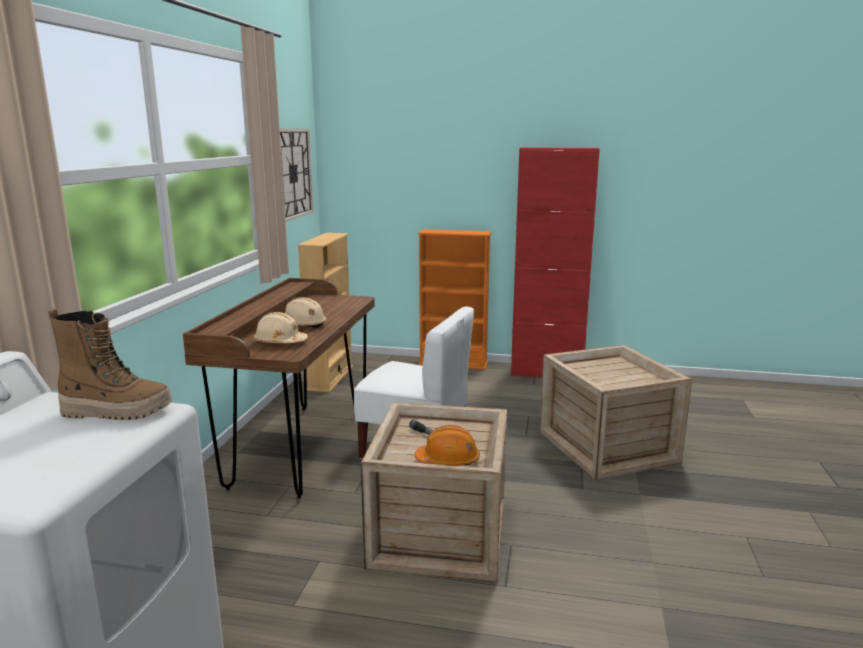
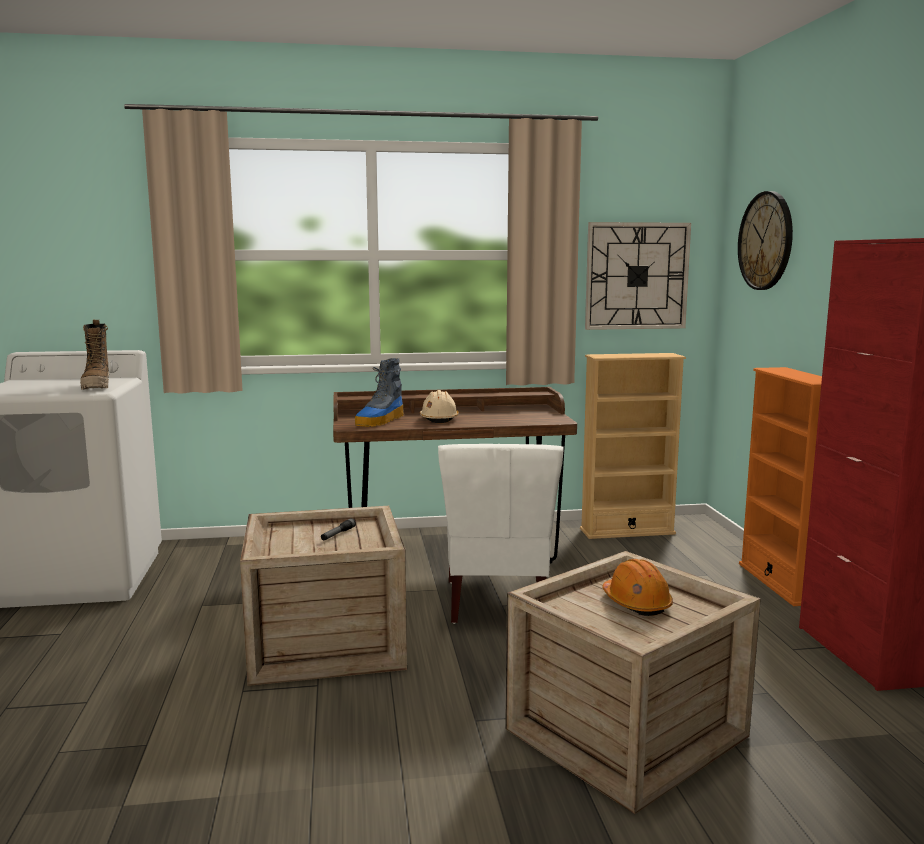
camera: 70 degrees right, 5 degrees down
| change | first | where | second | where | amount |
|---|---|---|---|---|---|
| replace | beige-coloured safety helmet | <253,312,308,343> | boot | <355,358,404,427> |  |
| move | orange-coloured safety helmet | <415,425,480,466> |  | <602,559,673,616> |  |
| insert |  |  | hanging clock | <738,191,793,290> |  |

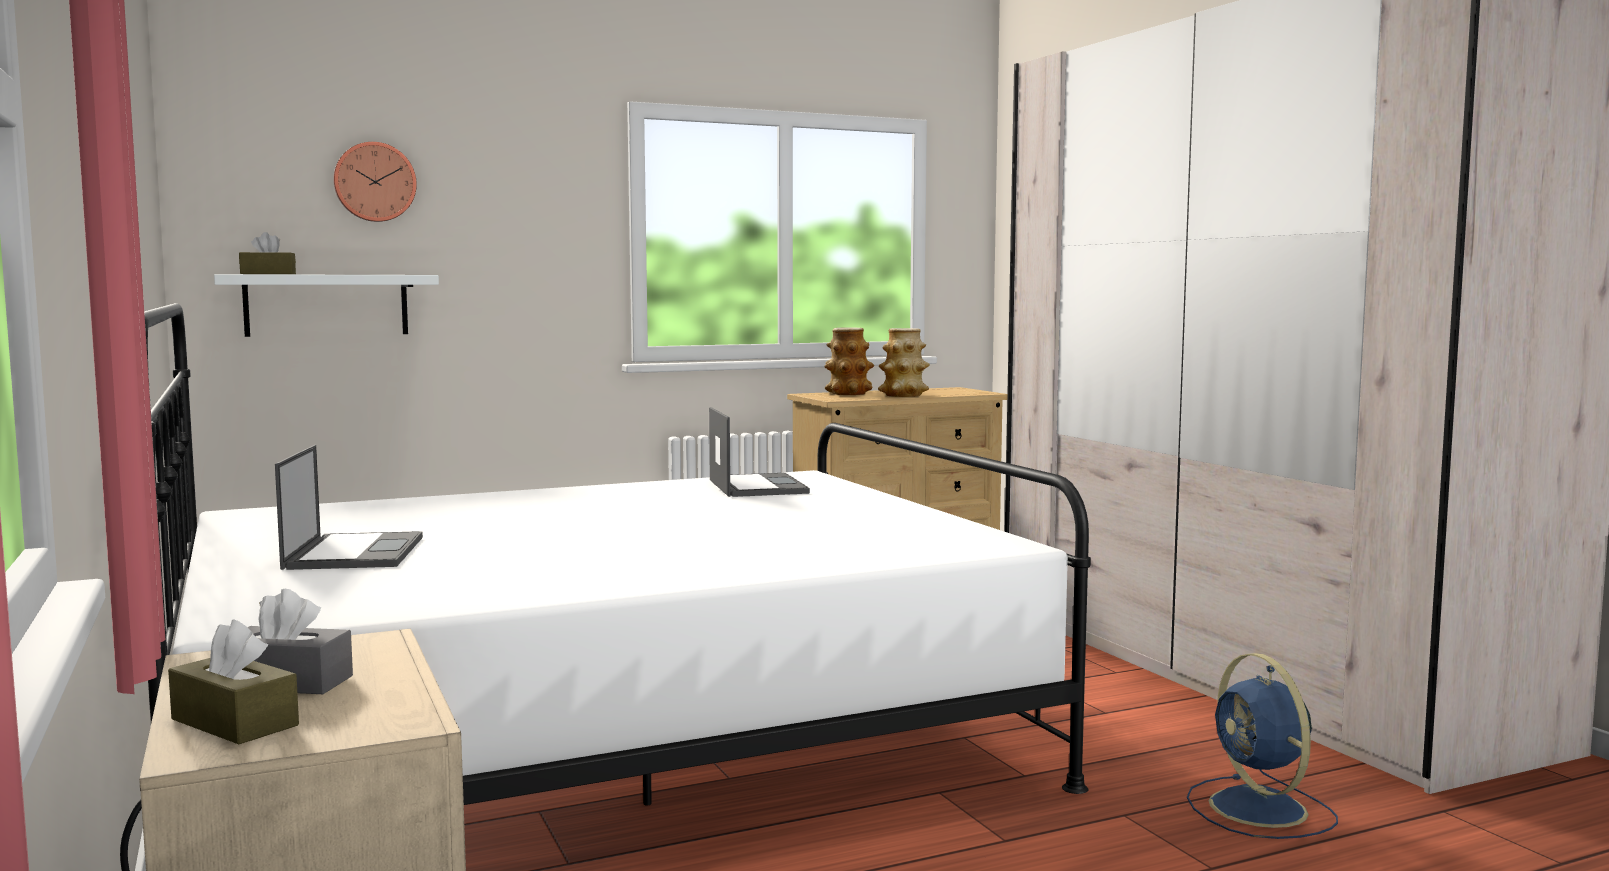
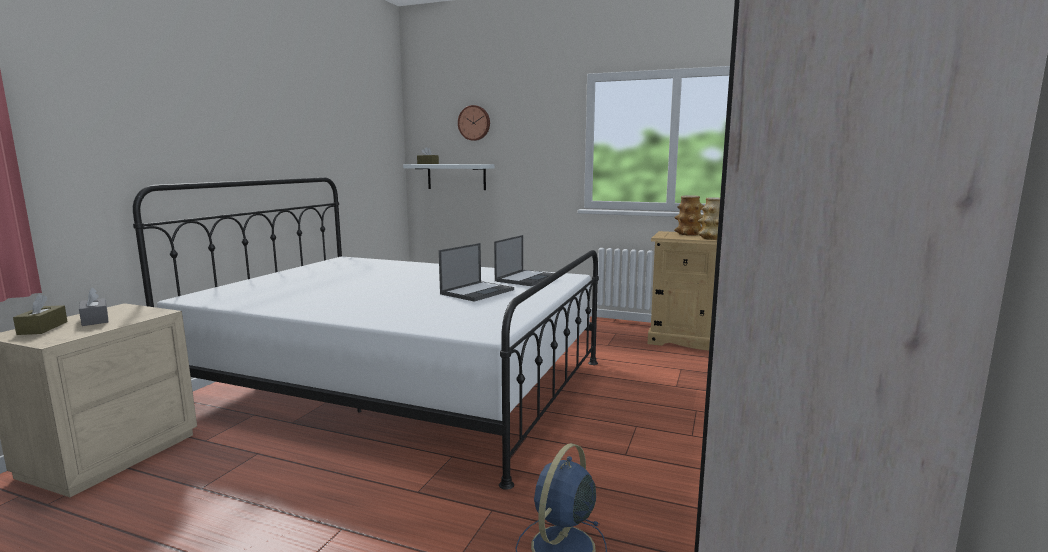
camera: 45 degrees right, 5 degrees up
| change | first | where | second | where | amount |
|---|---|---|---|---|---|
| move | portable computer | <275,445,423,570> |  | <439,243,514,302> |  |

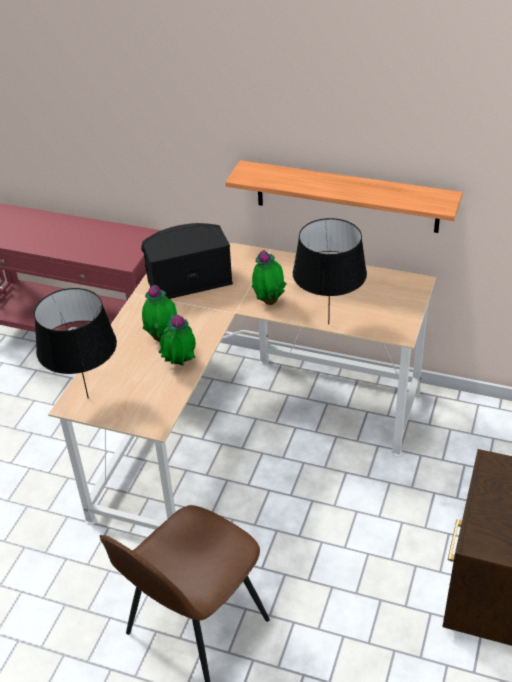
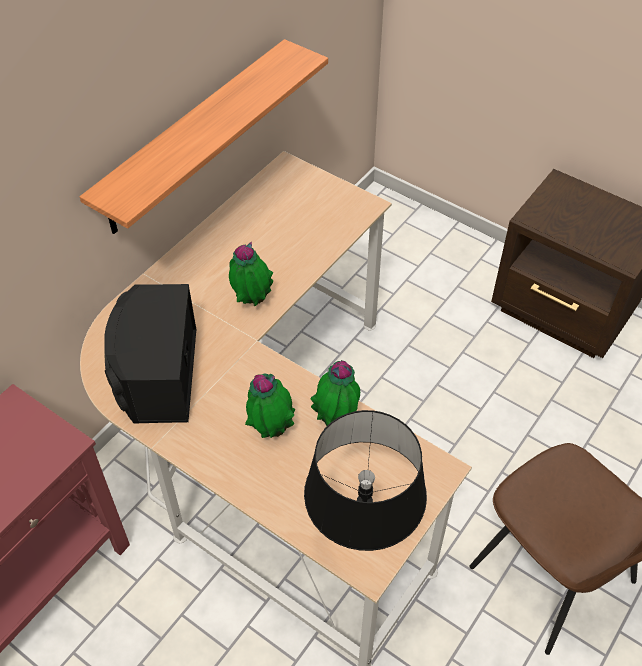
camera: 75 degrees left, 10 degrees up
| change | first | where | second | where | amount |
|---|---|---|---|---|---|
| delete | black tabletop lamp | <293,218,367,324> |  |  |  |

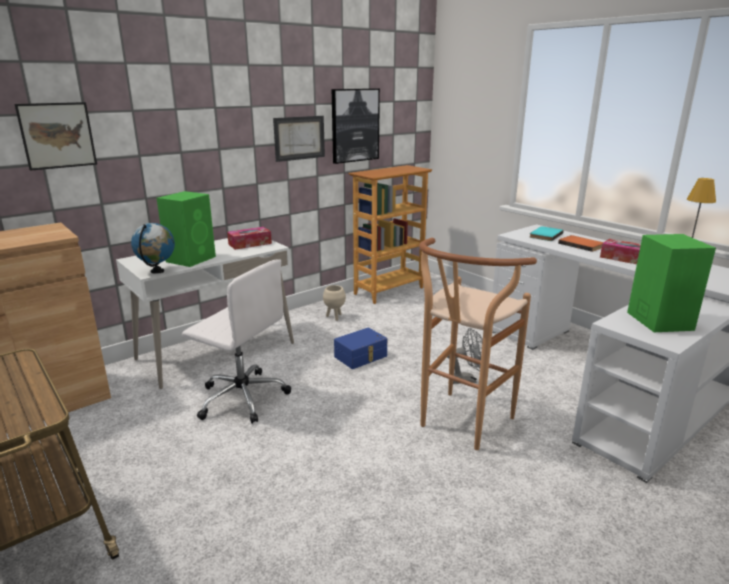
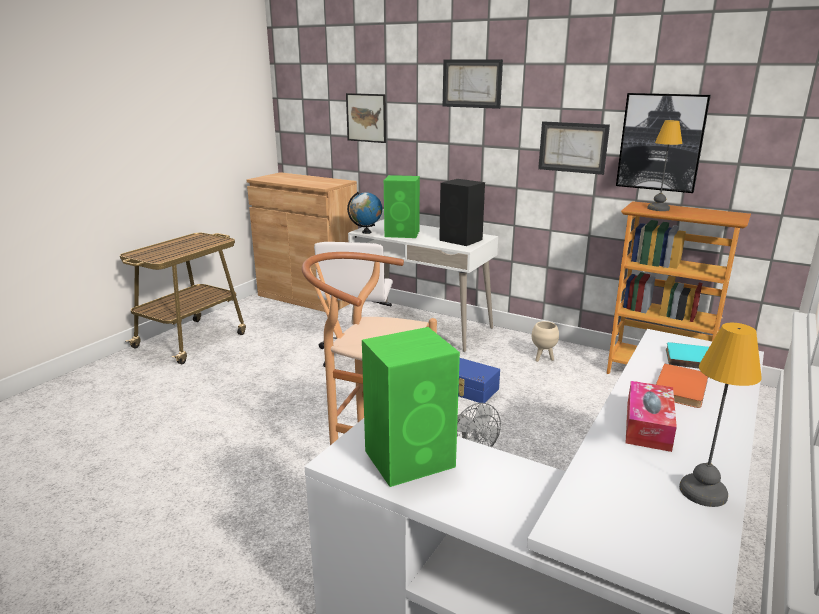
camera: 70 degrees right, 0 degrees up
| change | first | where | second | where | amount |
|---|---|---|---|---|---|
| replace | box of tissues | <227,227,272,250> | black speaker | <439,179,485,246> |  |
| insert |  |  | wall art | <443,59,503,109> |  |
| insert |  |  | tabletop lamp | <647,120,682,211> |  |

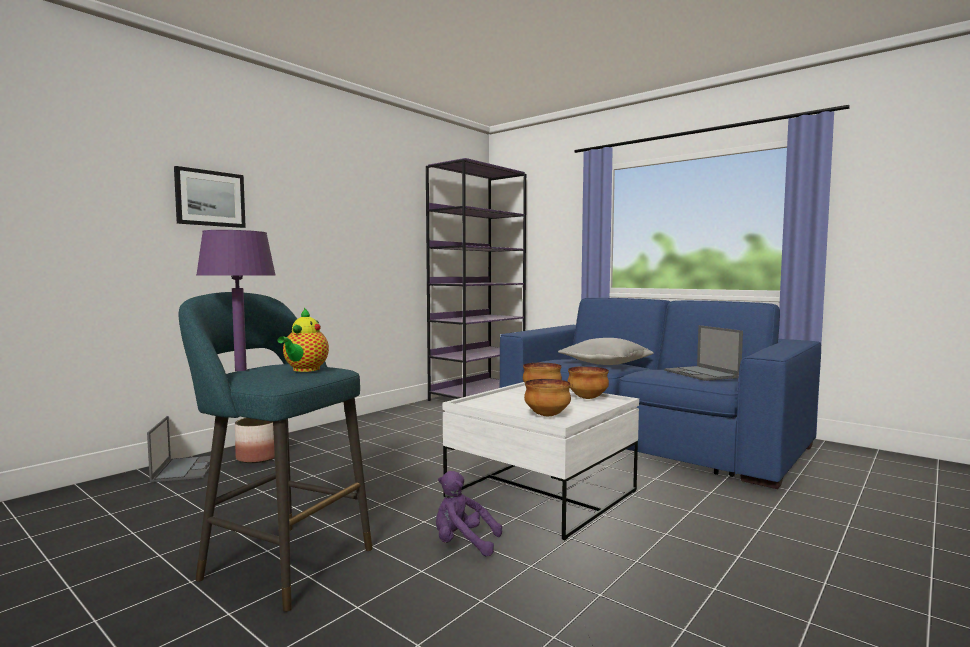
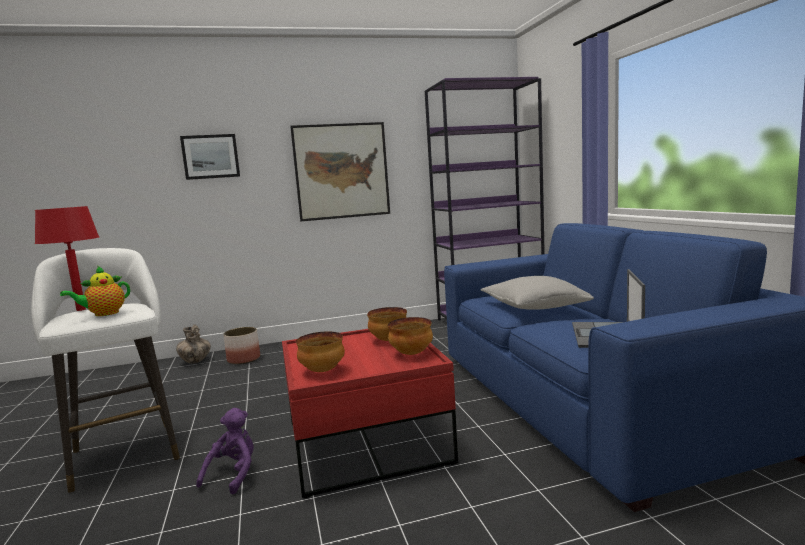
camera: 35 degrees right, 5 degrees up
| change | first | where | second | where | amount |
|---|---|---|---|---|---|
| recolor | turquoise sitting stool | <179,292,372,612> | white-coloured sitting stool | <31,248,180,493> |  |
| recolor | purplish tabletop lamp | <196,230,276,371> | reddish tabletop lamp | <35,206,99,311> |  |
| replace | portable computer | <147,416,211,483> | vase | <176,324,211,363> |  |
| rotate | purplish soft toy | <436,471,502,556> |  | <196,408,254,495> | 60 degrees clockwise |
| recolor | white-coloured low table | <443,382,639,541> | reddish low table | <282,329,458,498> |  |
| insert |  |  | wall art | <290,122,390,221> |  |

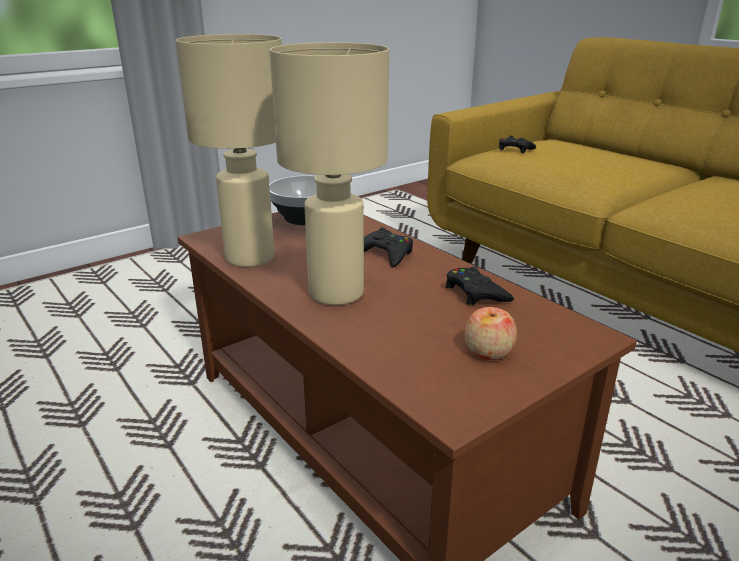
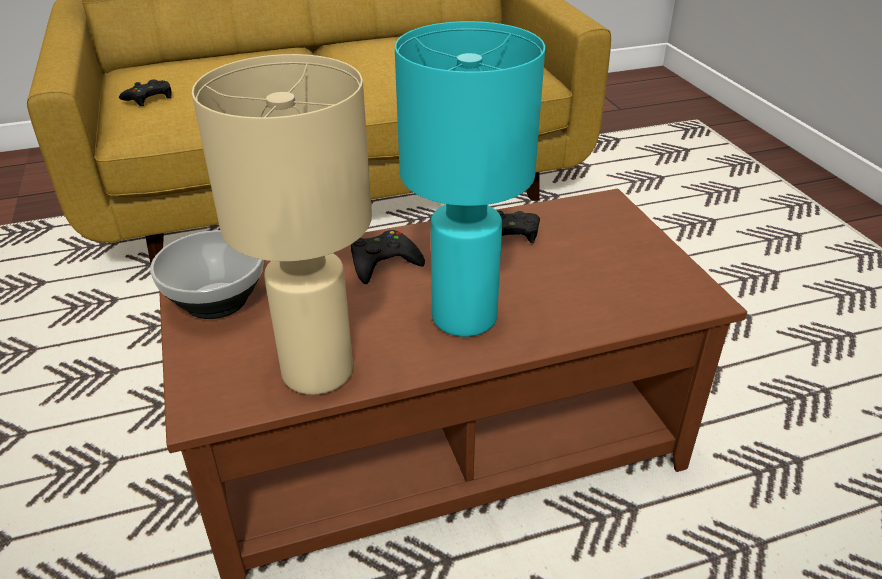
camera: 70 degrees left, 10 degrees up
| change | first | where | second | where | amount |
|---|---|---|---|---|---|
| recolor | beige-coloured tabletop lamp | <270,42,389,305> | turquoise tabletop lamp | <395,21,545,337> |  |
| delete | apple | <465,307,517,360> |  |  |  |

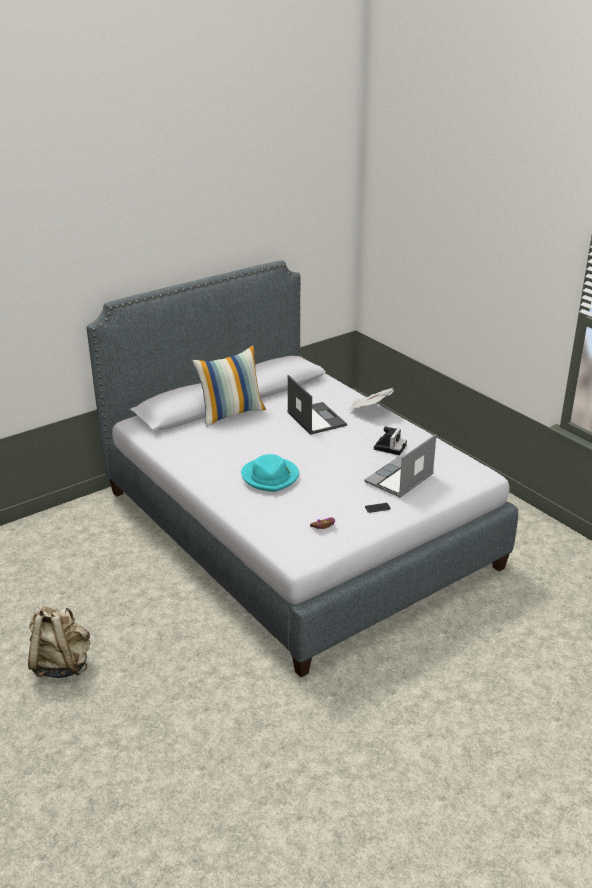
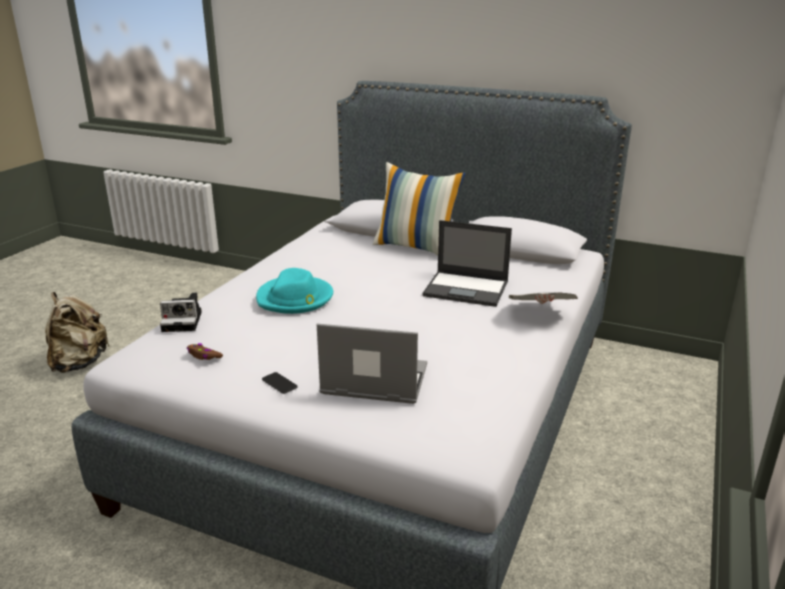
camera: 60 degrees right, 5 degrees down
| change | first | where | second | where | amount |
|---|---|---|---|---|---|
| move | still camera | <374,427,407,455> |  | <160,292,202,332> |  |
| rotate | portable computer | <287,375,347,435> |  | <422,220,512,307> | 75 degrees clockwise |

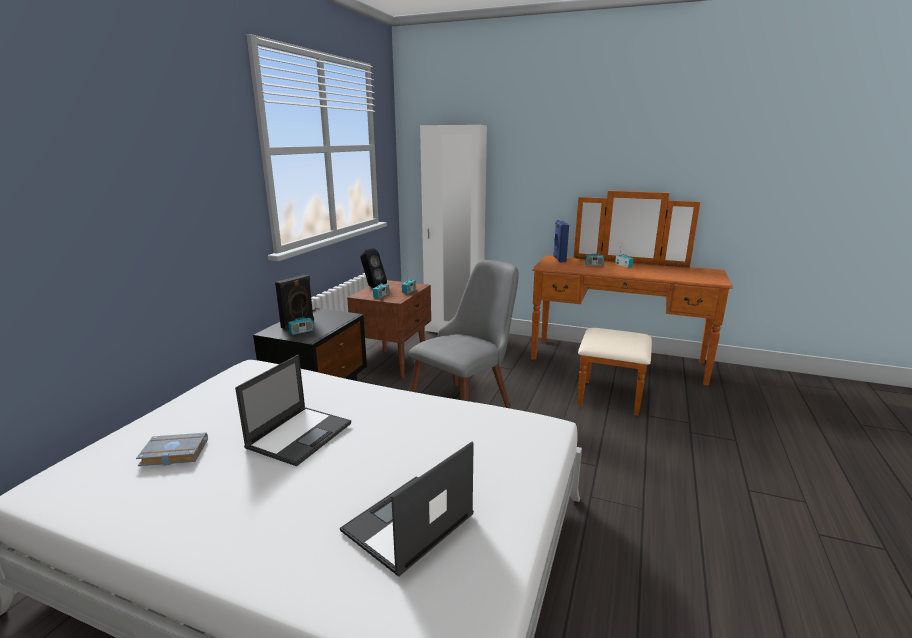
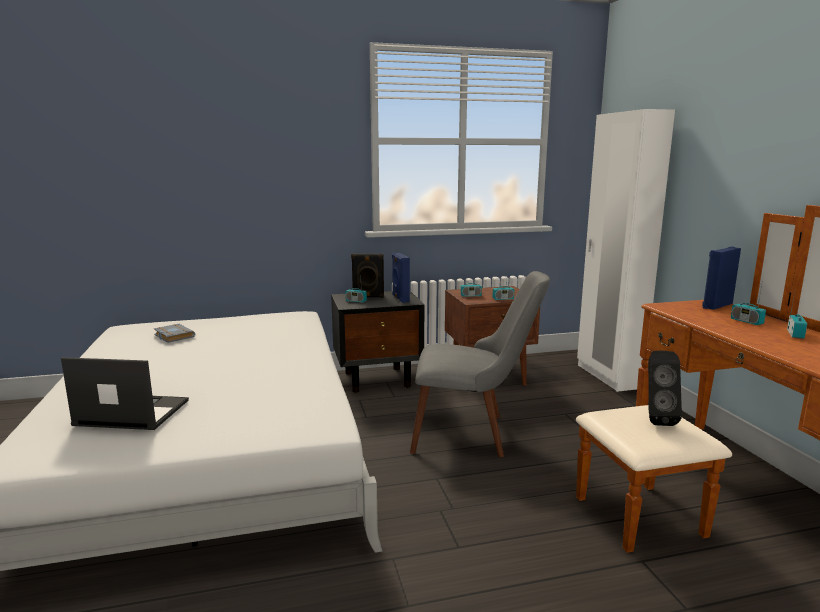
camera: 55 degrees right, 5 degrees down
| change | first | where | second | where | amount |
|---|---|---|---|---|---|
| insert |  |  | blue speaker | <392,253,410,303> |  |
| move | black speaker | <360,248,387,288> |  | <648,351,682,426> |  |
| delete | portable computer | <235,355,351,466> |  |  |  |

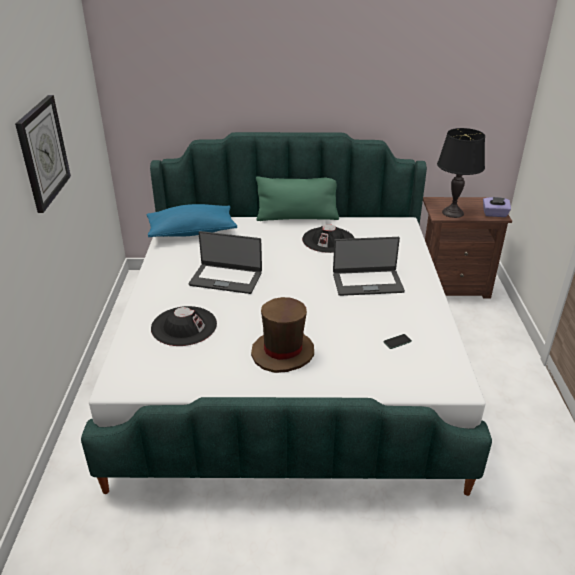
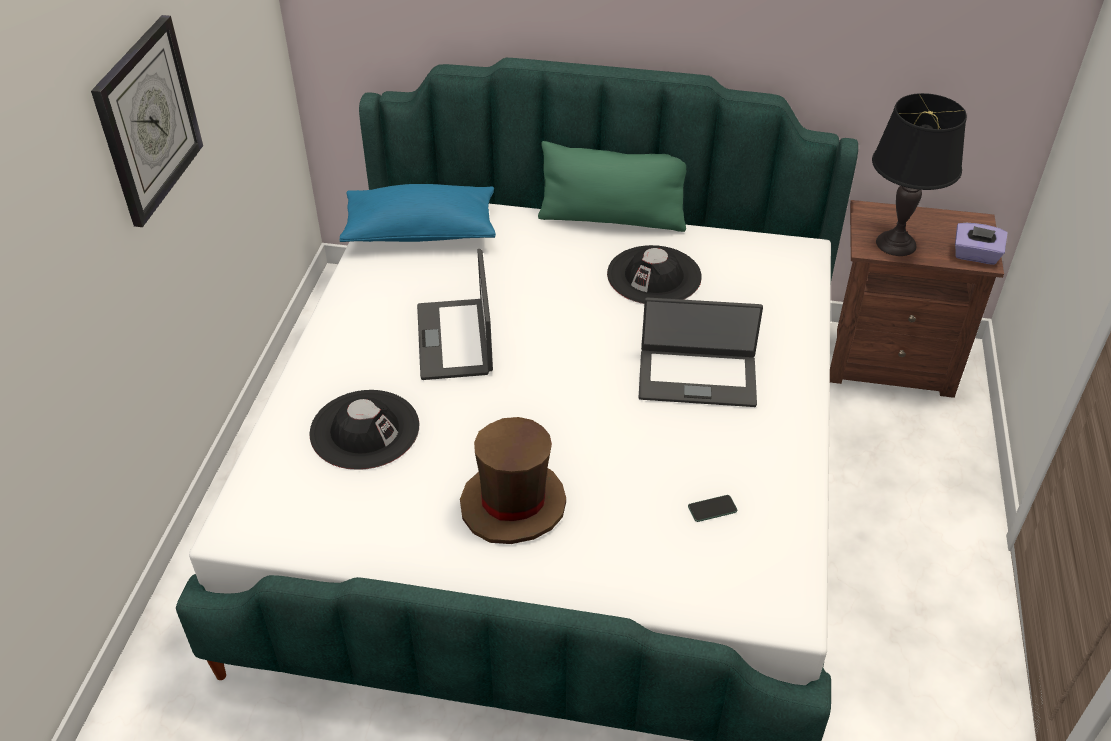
camera: 10 degrees right, 10 degrees up
| change | first | where | second | where | amount |
|---|---|---|---|---|---|
| rotate | portable computer | <188,231,262,294> |  | <417,249,493,380> | 60 degrees clockwise |

